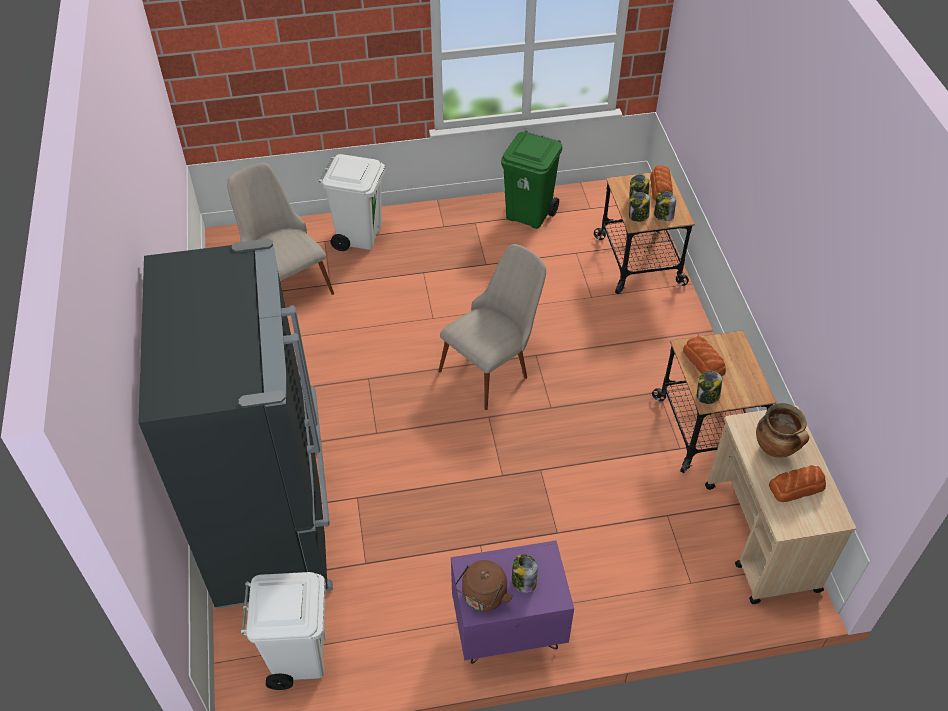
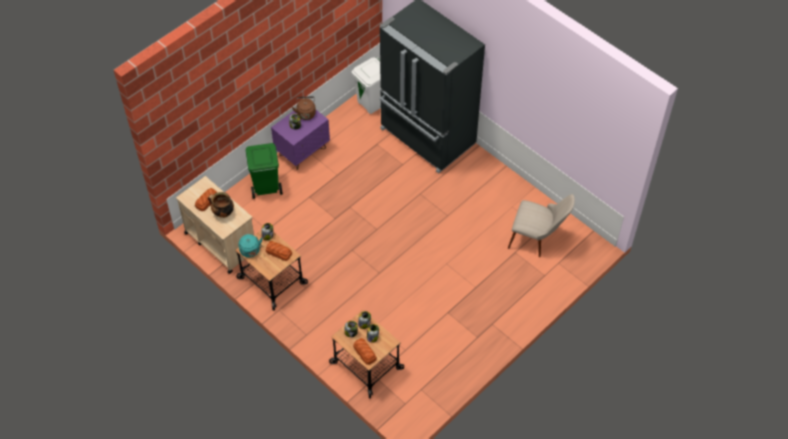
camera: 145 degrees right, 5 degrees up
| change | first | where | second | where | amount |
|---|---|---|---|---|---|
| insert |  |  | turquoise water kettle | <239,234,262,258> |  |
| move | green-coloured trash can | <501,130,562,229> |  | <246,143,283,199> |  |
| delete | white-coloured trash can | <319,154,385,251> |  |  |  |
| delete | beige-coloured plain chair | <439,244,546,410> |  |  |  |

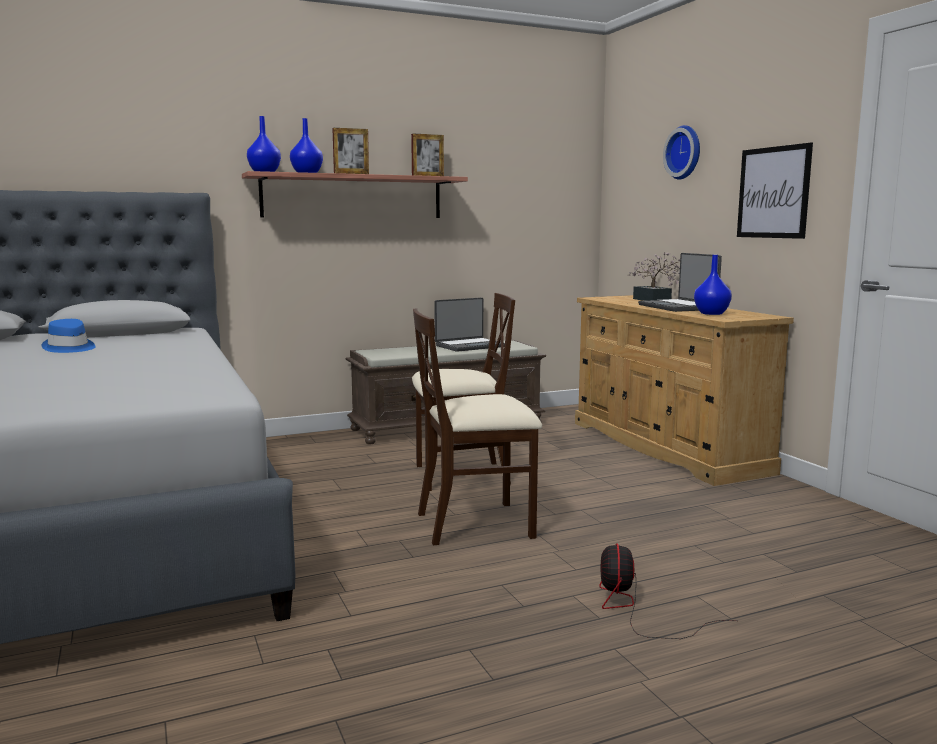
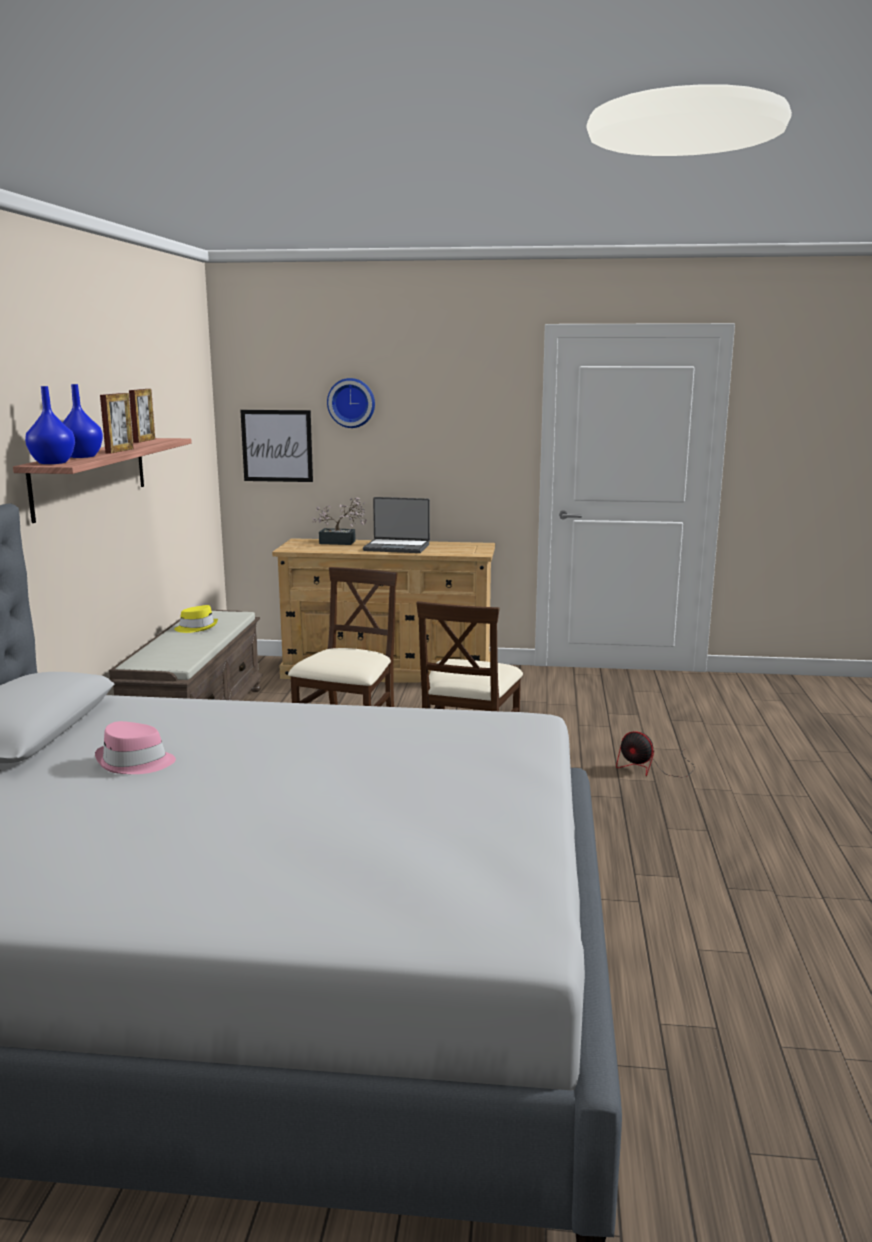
camera: 60 degrees left, 5 degrees up
| change | first | where | second | where | amount |
|---|---|---|---|---|---|
| recolor | blue hat | <42,319,96,353> | pinkish hat | <95,721,176,774> |  |
| replace | portable computer | <434,298,505,352> | yellow-coloured hat | <174,605,218,633> |  |
| move | wall art | <737,143,813,239> |  | <240,410,313,482> |  |
| delete | blue vase | <694,255,732,315> |  |  |  |

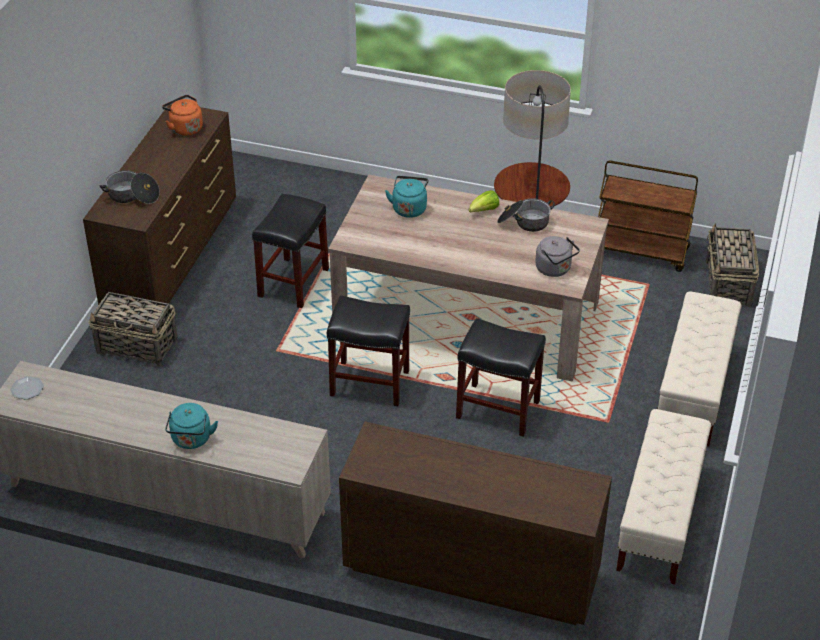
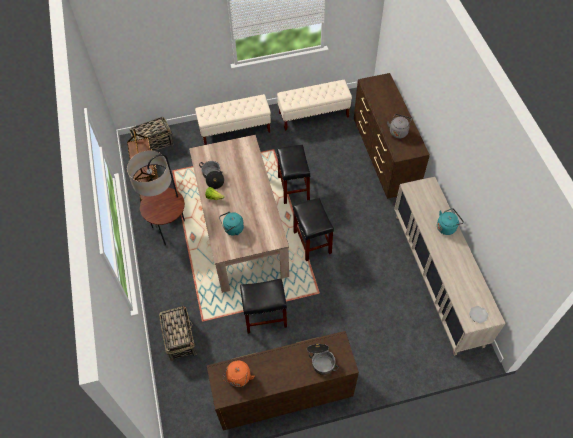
camera: 120 degrees left, 15 degrees up
| change | first | where | second | where | amount |
|---|---|---|---|---|---|
| move | basket | <88,292,177,367> |  | <159,306,197,361> |  |
| move | greyish water kettle | <535,236,580,277> |  | <387,114,412,138> |  |

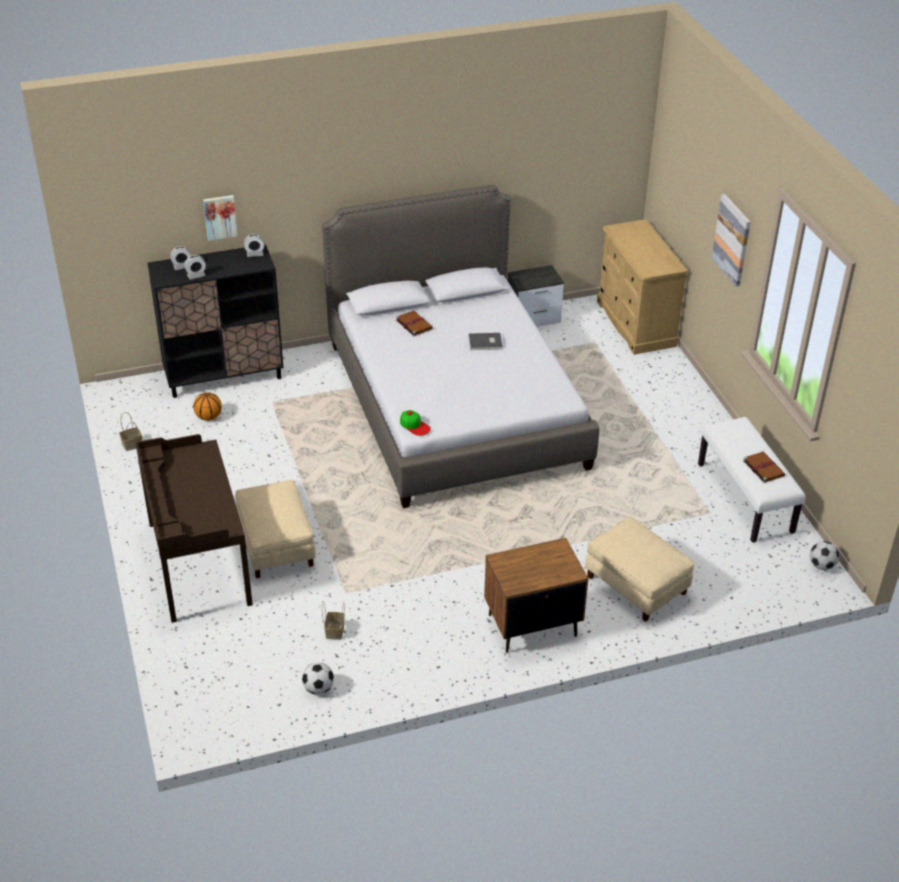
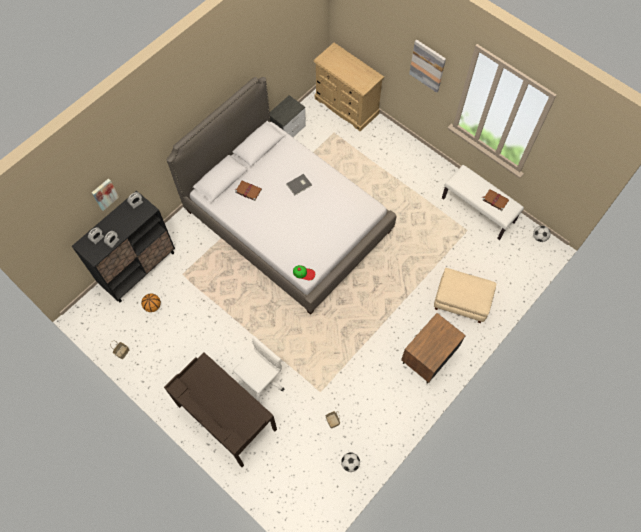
camera: 30 degrees left, 25 degrees up
| change | first | where | second | where | amount |
|---|---|---|---|---|---|
| replace | beige-coloured ottoman | <235,480,316,578> | white-coloured desk chair | <233,336,284,403> |  |

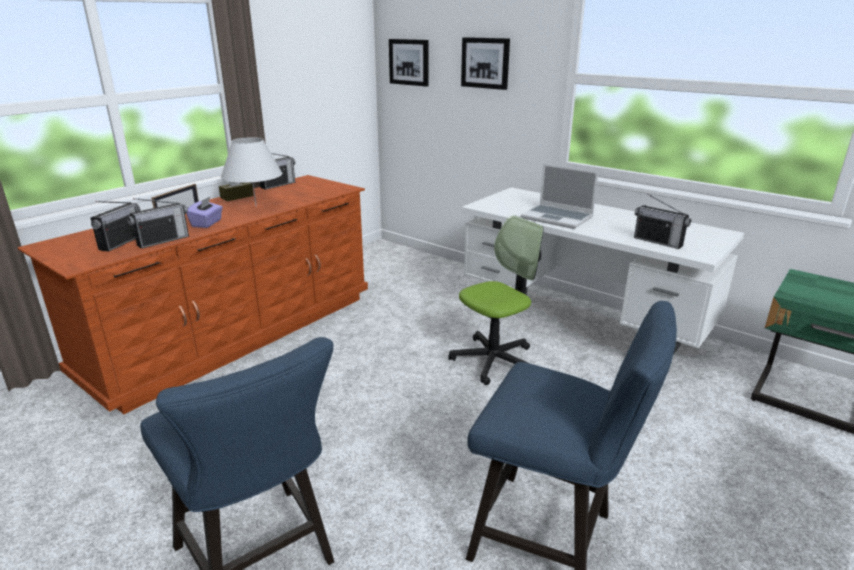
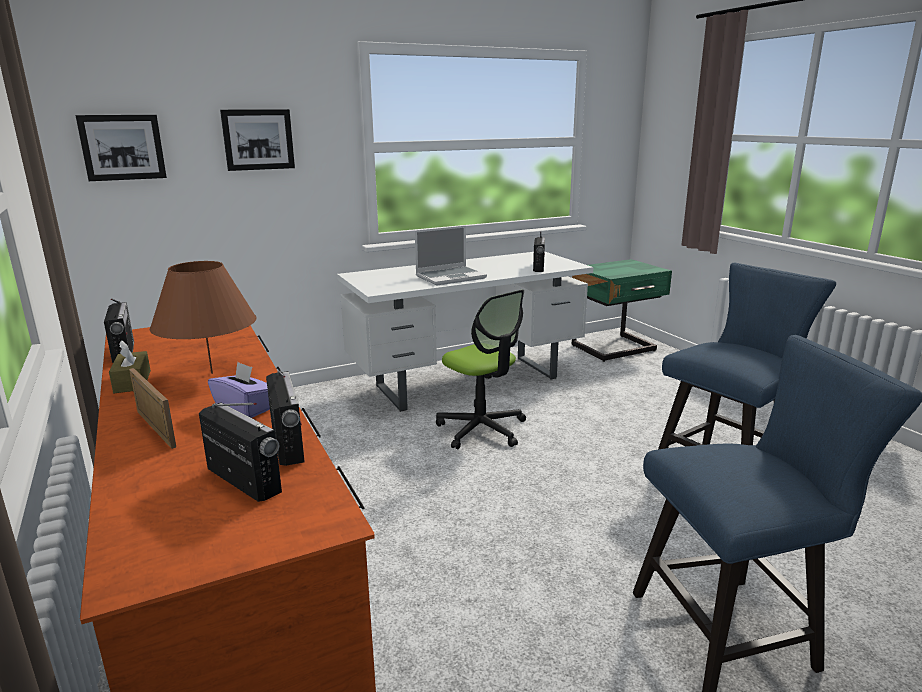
camera: 65 degrees left, 5 degrees down
| change | first | where | second | where | amount |
|---|---|---|---|---|---|
| recolor | white-coloured tabletop lamp | <221,137,283,205> | brownish tabletop lamp | <150,261,257,374> |  |
| rotate | desk chair | <448,215,544,385> |  | <436,290,526,449> | 150 degrees clockwise |
| rotate | radio | <634,194,691,249> |  | <533,232,545,272> | 60 degrees counterclockwise |

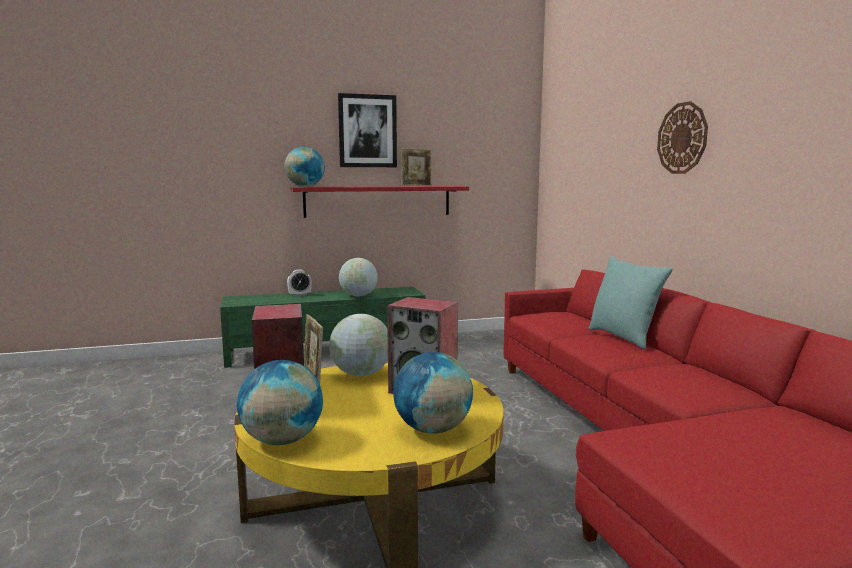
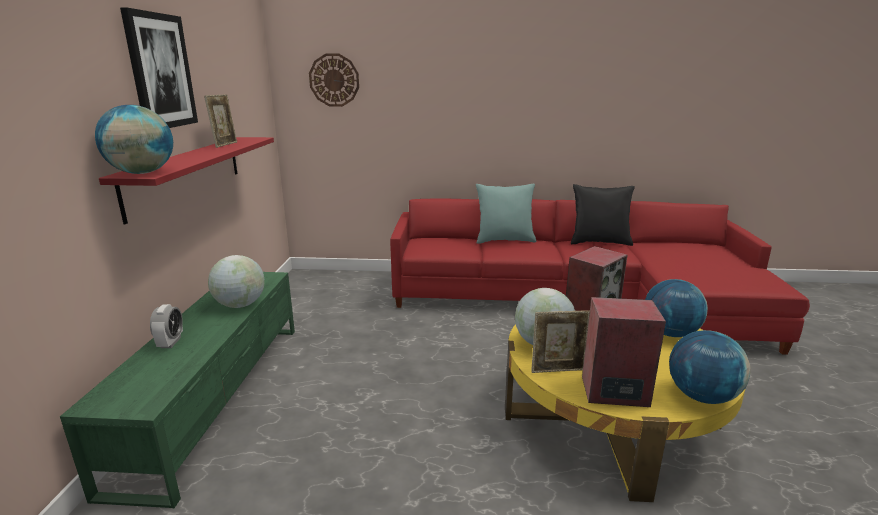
camera: 70 degrees left, 10 degrees up
| change | first | where | second | where | amount |
|---|---|---|---|---|---|
| move | hanging clock | <657,101,708,174> |  | <309,53,359,107> |  |
| insert |  |  | black pillow | <571,184,635,246> |  |

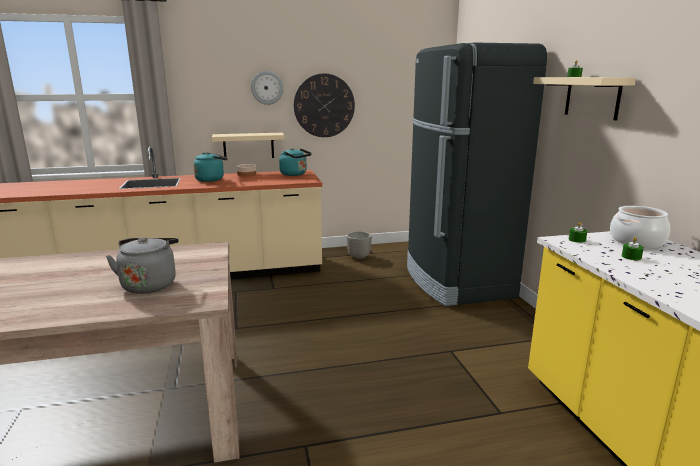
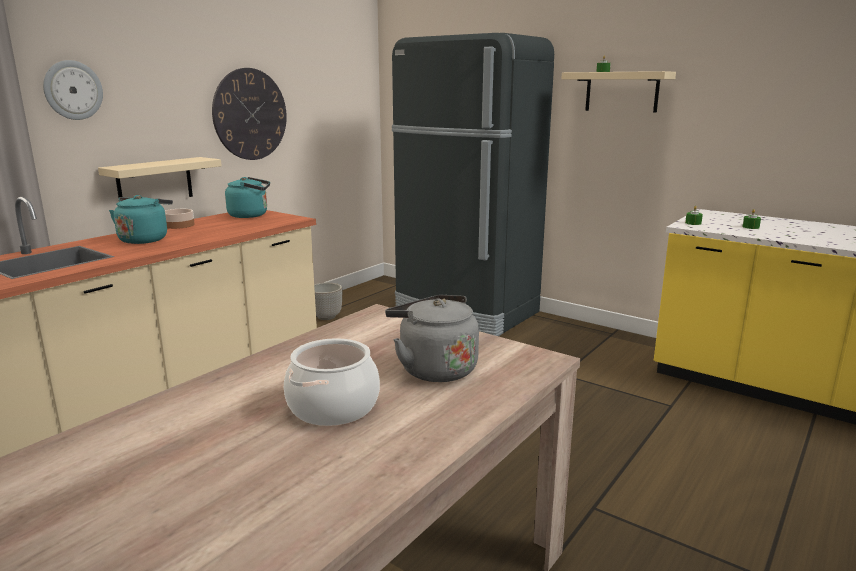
camera: 40 degrees left, 0 degrees up
| change | first | where | second | where | amount |
|---|---|---|---|---|---|
| move | hanging clock | <251,71,284,105> |  | <43,60,103,120> |  |
| move | stockpot | <610,206,670,248> |  | <284,338,380,426> |  |

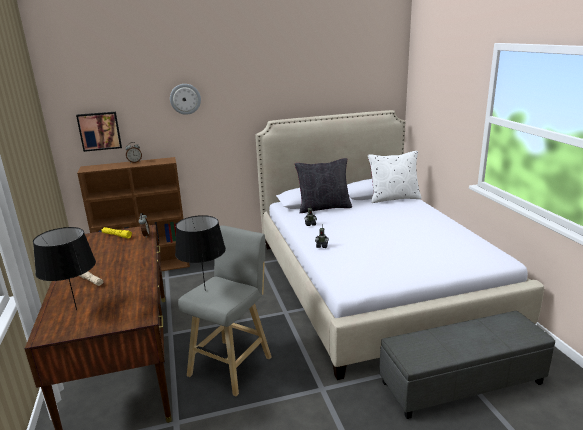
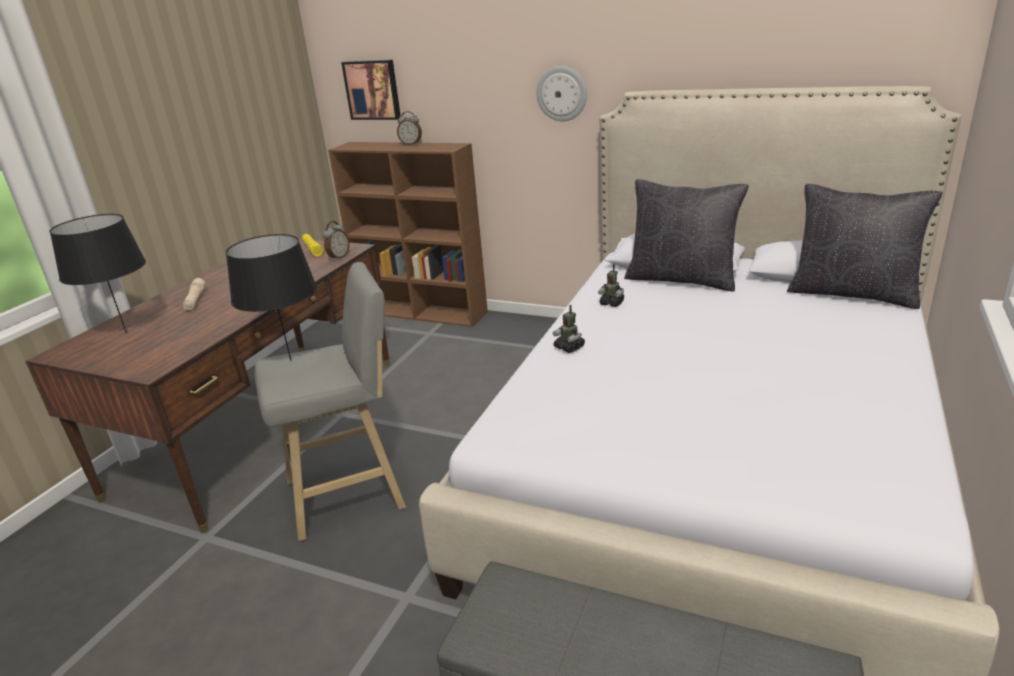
camera: 40 degrees right, 5 degrees up
| change | first | where | second | where | amount |
|---|---|---|---|---|---|
| move | hanging clock | <170,84,201,115> |  | <537,66,587,121> |  |
| recolor | white-coloured pillow | <368,151,422,203> | black pillow | <787,184,943,309> |  |

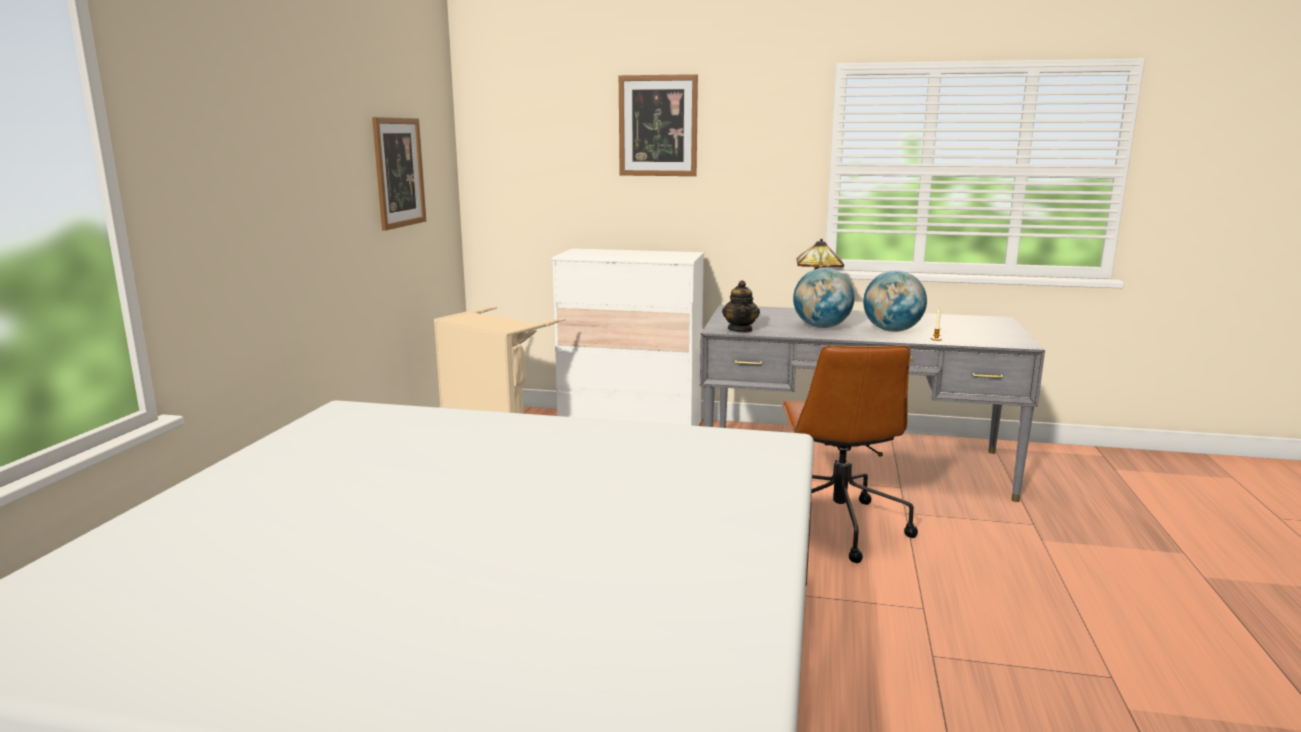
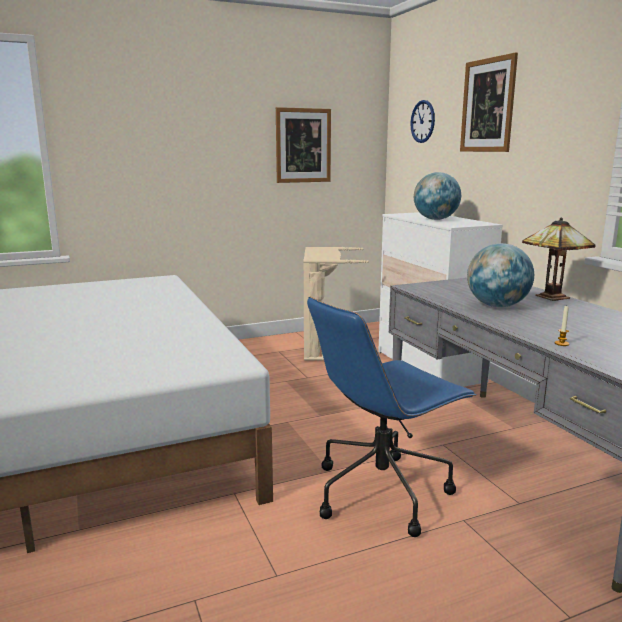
camera: 55 degrees right, 0 degrees up
| change | first | where | second | where | amount |
|---|---|---|---|---|---|
| recolor | brownish desk chair | <781,345,918,563> | blue desk chair | <307,296,477,537> |  |
| insert |  |  | hanging clock | <410,100,435,143> |  |
| move | desk globe | <863,270,927,332> |  | <414,172,461,220> |  |
| delete | teapot | <722,280,760,333> |  |  |  |

